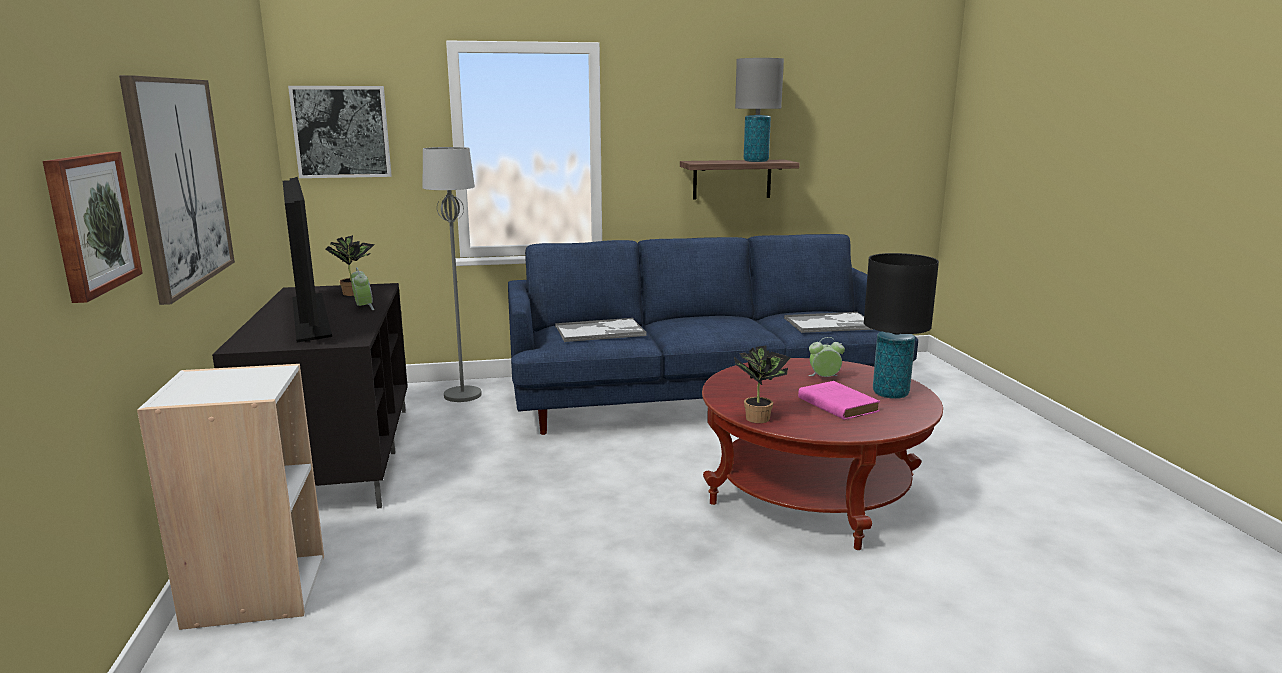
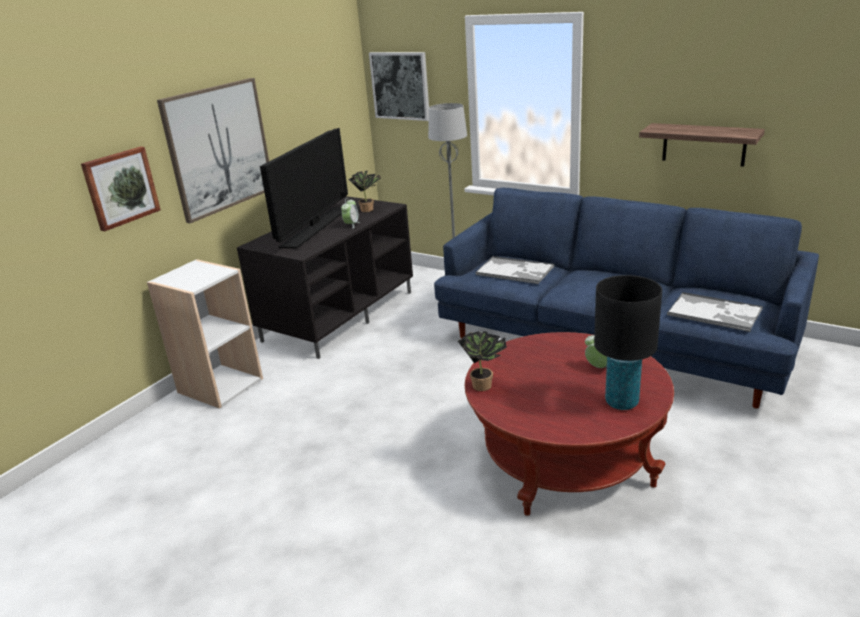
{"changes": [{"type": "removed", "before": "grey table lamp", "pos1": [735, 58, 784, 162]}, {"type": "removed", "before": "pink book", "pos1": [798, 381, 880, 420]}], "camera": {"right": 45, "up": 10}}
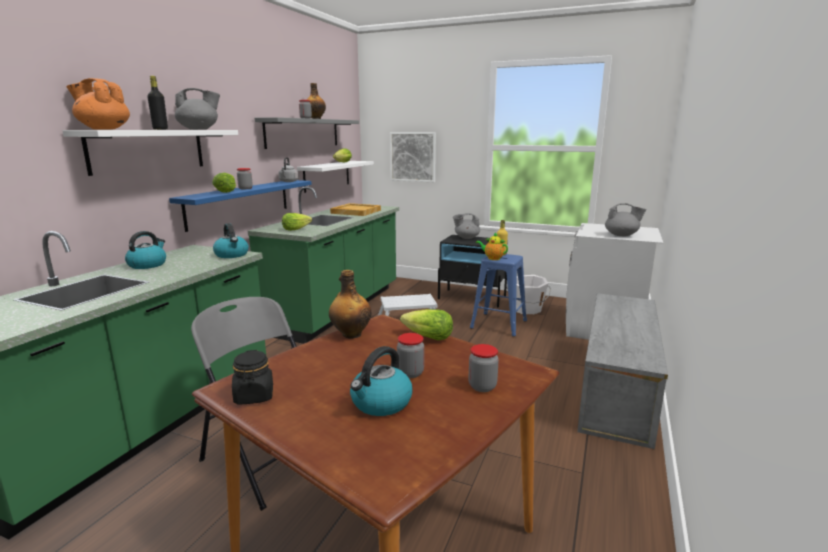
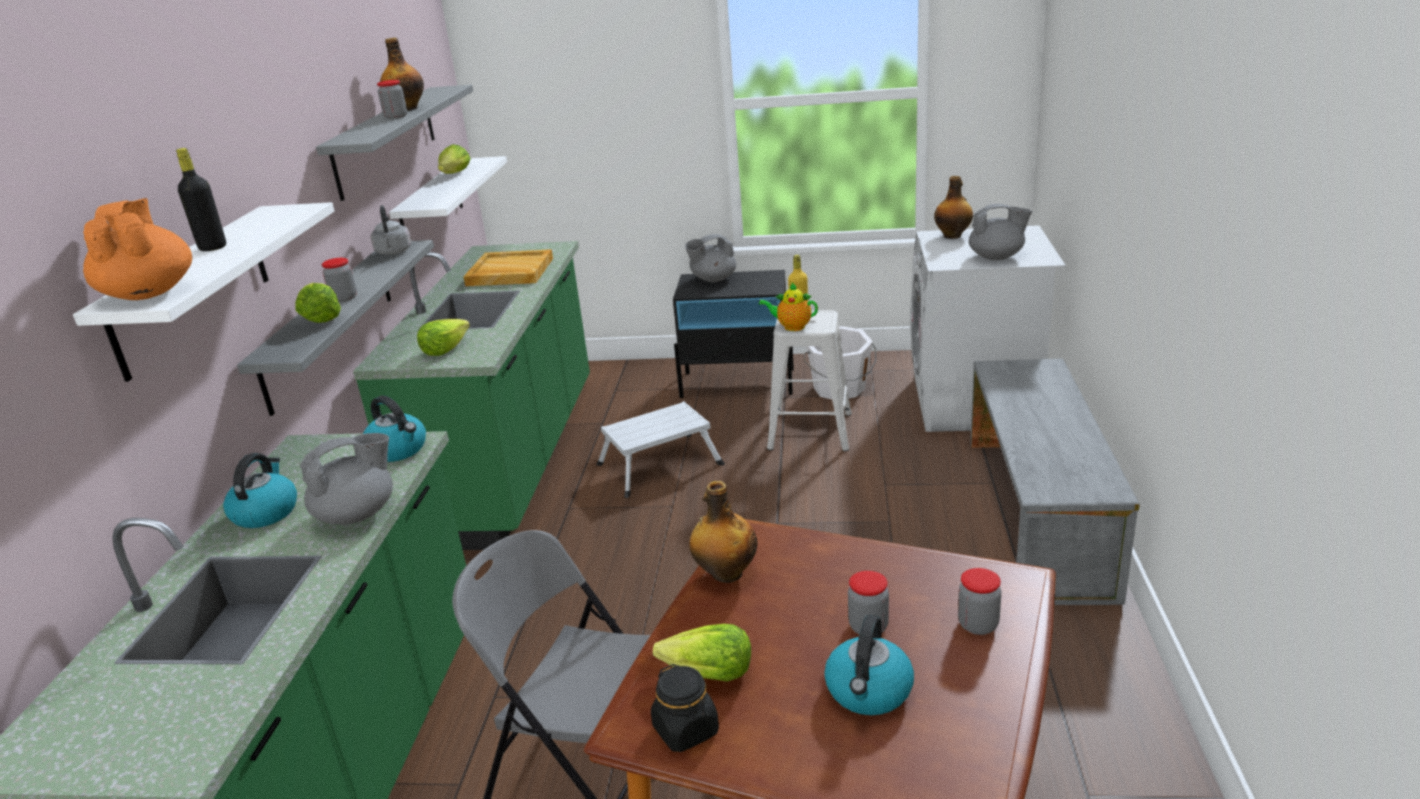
{"changes": [{"type": "turned", "before": "orange teapot", "pos1": [66, 78, 130, 130], "pos2": [83, 198, 192, 300], "turn": 75}, {"type": "moved", "before": "grey teapot", "pos1": [175, 88, 220, 130], "pos2": [300, 433, 393, 525]}, {"type": "removed", "before": "picture", "pos1": [390, 132, 436, 182]}, {"type": "recoloured", "before": "blue shelf", "after": "grey shelf", "pos1": [169, 180, 312, 232], "pos2": [237, 240, 434, 416]}, {"type": "recoloured", "before": "blue stool", "after": "white stool", "pos1": [470, 254, 527, 337], "pos2": [767, 310, 852, 451]}, {"type": "moved", "before": "lettuce", "pos1": [400, 309, 453, 340], "pos2": [653, 624, 751, 682]}, {"type": "added", "after": "bottle", "pos2": [934, 176, 973, 239]}], "camera": {"right": -15, "up": 10}}
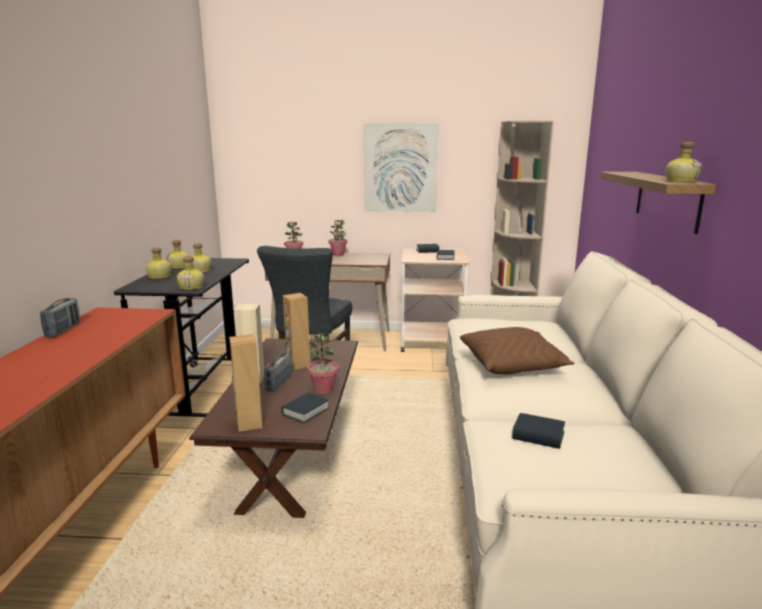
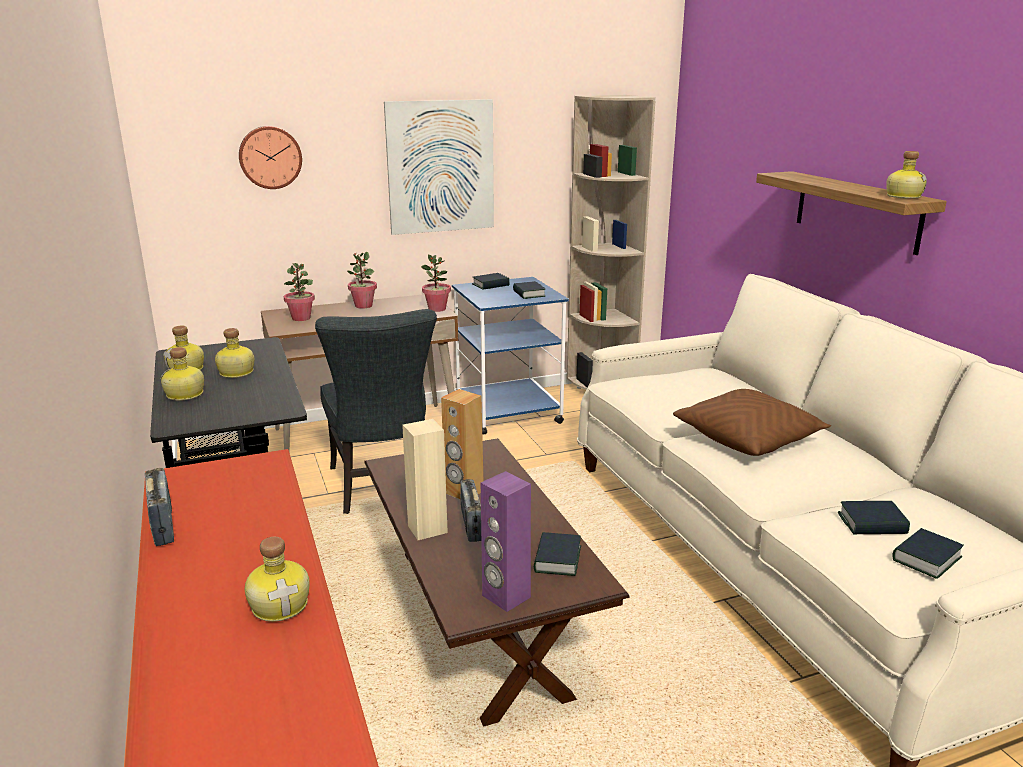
{"changes": [{"type": "recoloured", "before": "beige cart", "after": "blue cart", "pos1": [401, 249, 469, 352], "pos2": [452, 277, 569, 435]}, {"type": "moved", "before": "bottle", "pos1": [177, 256, 204, 290], "pos2": [245, 537, 310, 622]}, {"type": "moved", "before": "potted plant", "pos1": [308, 331, 339, 394], "pos2": [421, 255, 451, 312]}, {"type": "recoloured", "before": "brown speaker", "after": "purple speaker", "pos1": [229, 334, 262, 432], "pos2": [481, 471, 531, 612]}, {"type": "added", "after": "wall clock", "pos2": [239, 126, 302, 189]}, {"type": "added", "after": "book", "pos2": [892, 528, 964, 579]}], "camera": {"right": -25, "up": 5}}
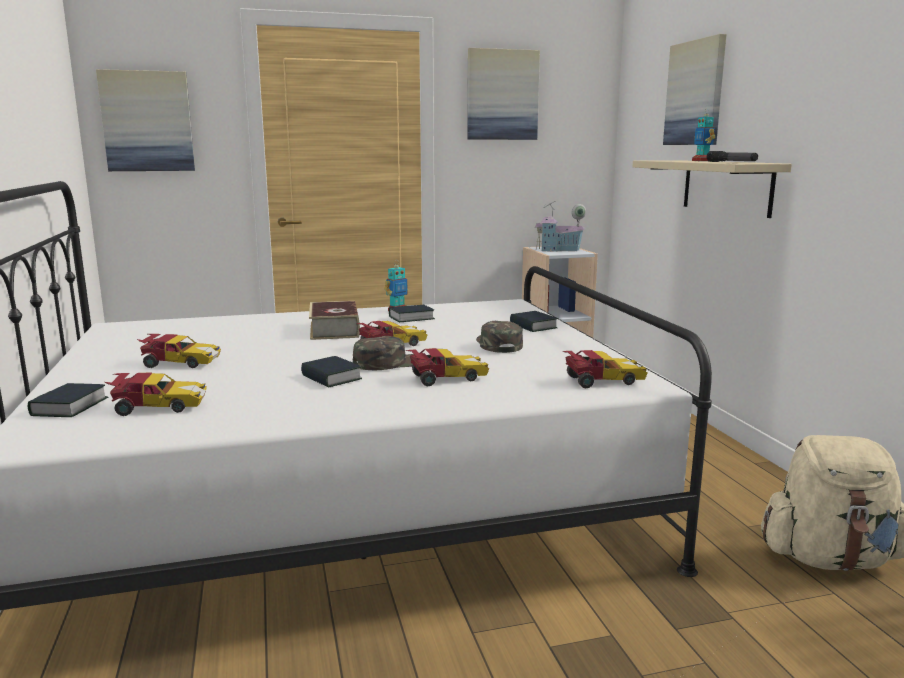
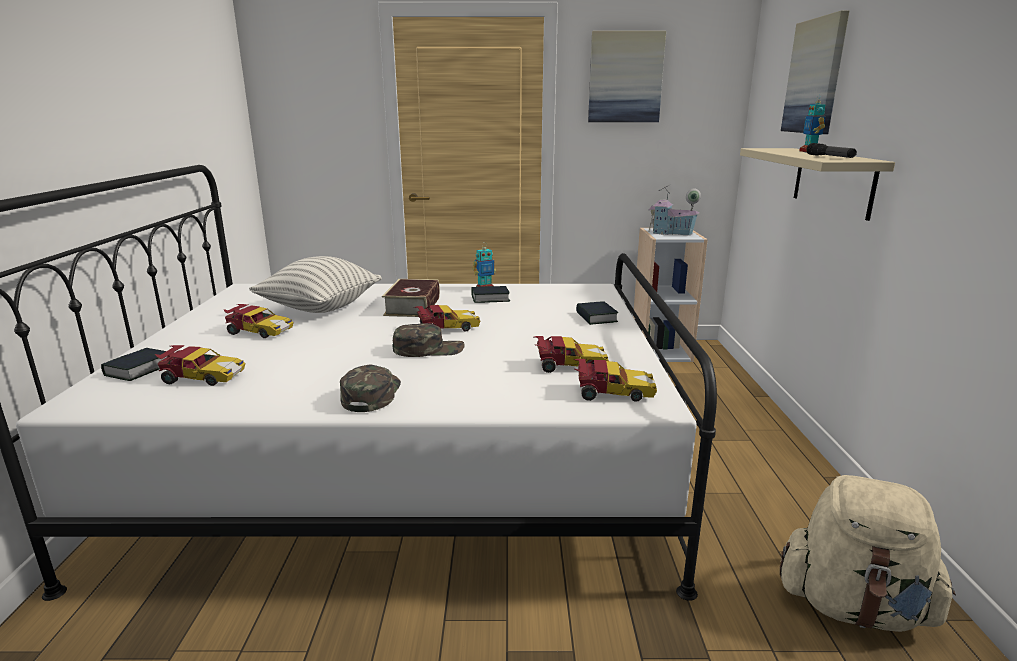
{"changes": [{"type": "removed", "before": "picture", "pos1": [96, 69, 195, 171]}, {"type": "moved", "before": "green cap", "pos1": [476, 321, 523, 353], "pos2": [340, 365, 401, 412]}, {"type": "moved", "before": "toy car", "pos1": [406, 348, 489, 386], "pos2": [534, 336, 609, 373]}, {"type": "removed", "before": "book", "pos1": [301, 356, 362, 388]}, {"type": "added", "after": "pillow", "pos2": [249, 256, 382, 313]}], "camera": {"right": 15, "up": 5}}
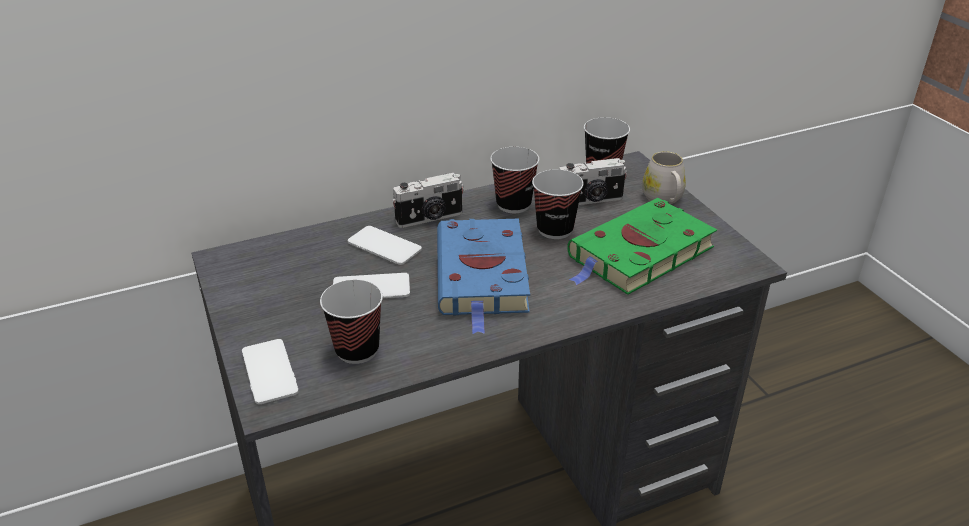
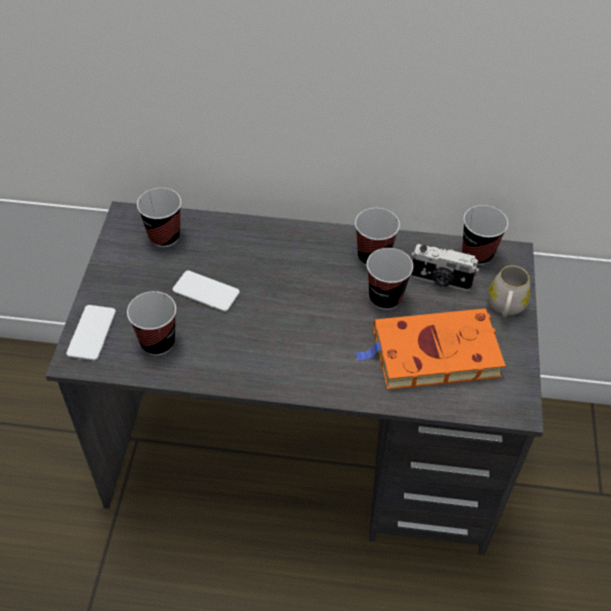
{"changes": [{"type": "removed", "before": "photo camera", "pos1": [392, 173, 464, 228]}, {"type": "recoloured", "before": "green book", "after": "orange book", "pos1": [567, 198, 717, 295], "pos2": [355, 308, 506, 390]}, {"type": "removed", "before": "blue book", "pos1": [437, 219, 530, 334]}, {"type": "removed", "before": "phone", "pos1": [348, 226, 422, 265]}, {"type": "added", "after": "cup", "pos2": [137, 188, 181, 247]}], "camera": {"right": 30, "up": 15}}
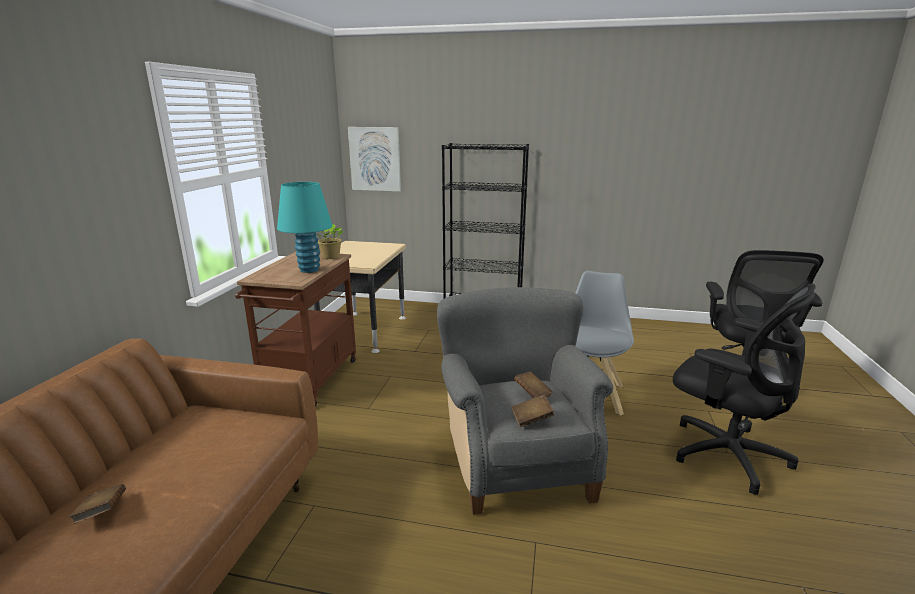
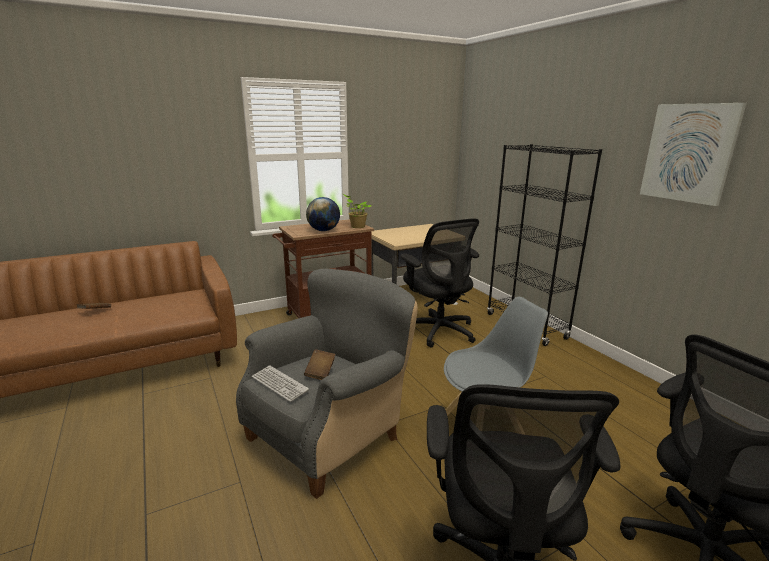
{"changes": [{"type": "moved", "before": "picture", "pos1": [348, 127, 401, 191], "pos2": [640, 103, 747, 206]}, {"type": "replaced", "before": "turquoise table lamp", "after": "globe", "pos1": [277, 182, 332, 273], "pos2": [306, 197, 340, 231]}, {"type": "replaced", "before": "brown book", "after": "keyboard", "pos1": [511, 395, 554, 427], "pos2": [252, 365, 309, 402]}, {"type": "added", "after": "black office chair", "pos2": [400, 218, 479, 348]}], "camera": {"right": 50, "up": 0}}
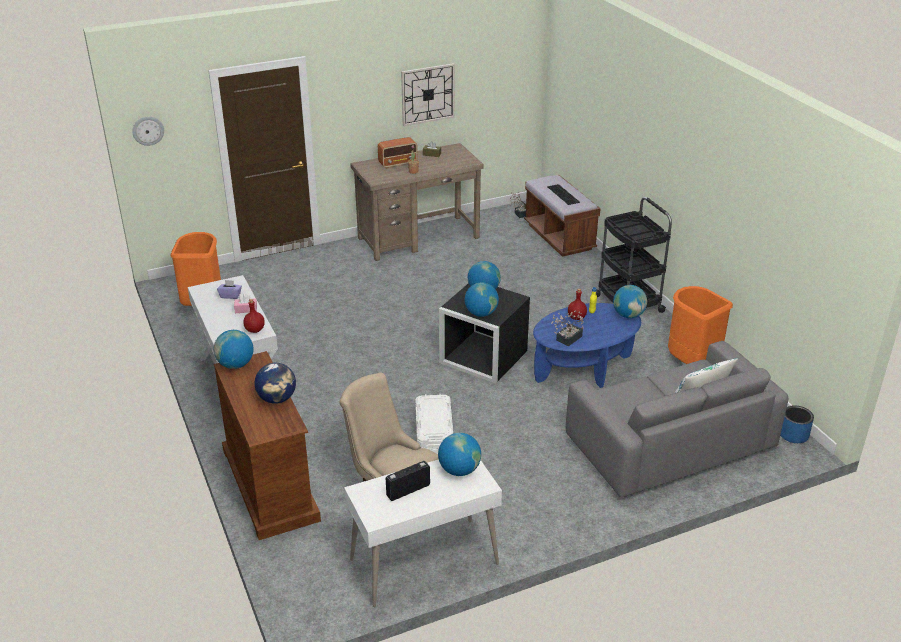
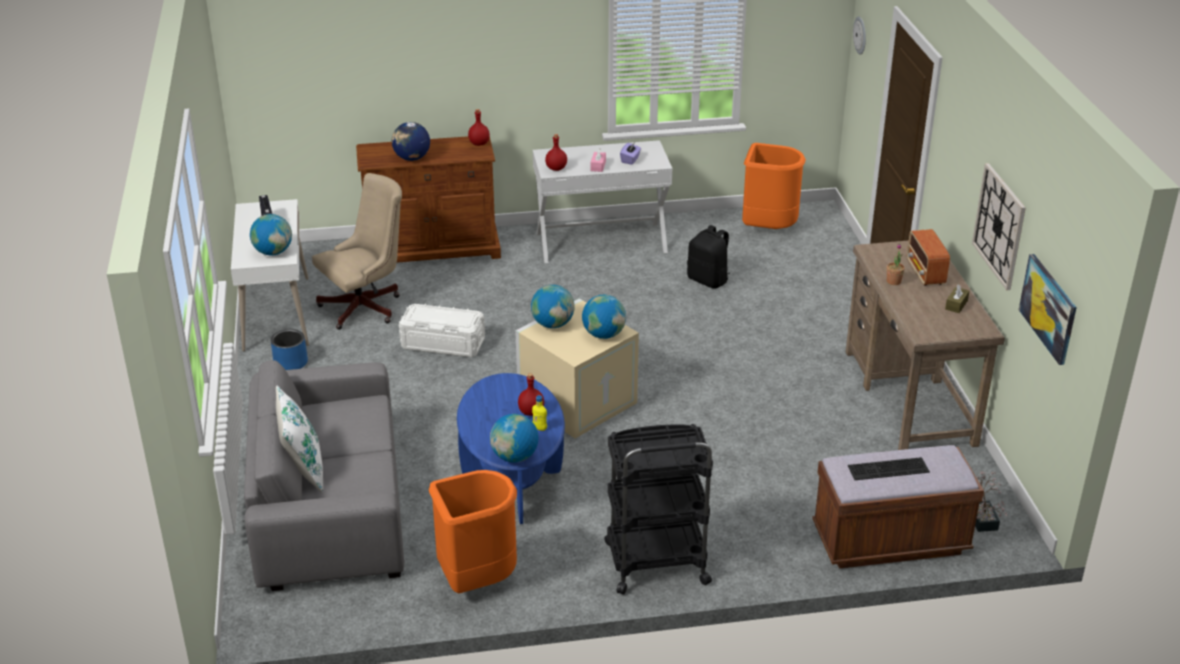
{"changes": [{"type": "recoloured", "before": "black storage box", "after": "beige storage box", "pos1": [439, 283, 530, 384], "pos2": [515, 298, 639, 438]}, {"type": "removed", "before": "potted plant", "pos1": [551, 310, 584, 346]}, {"type": "replaced", "before": "globe", "after": "red bottle", "pos1": [214, 330, 254, 369], "pos2": [468, 109, 490, 146]}, {"type": "moved", "before": "blue planter", "pos1": [780, 405, 814, 443], "pos2": [271, 329, 308, 370]}, {"type": "added", "after": "black backpack", "pos2": [687, 225, 730, 289]}, {"type": "added", "after": "picture", "pos2": [1019, 254, 1077, 365]}], "camera": {"right": 105, "up": 0}}
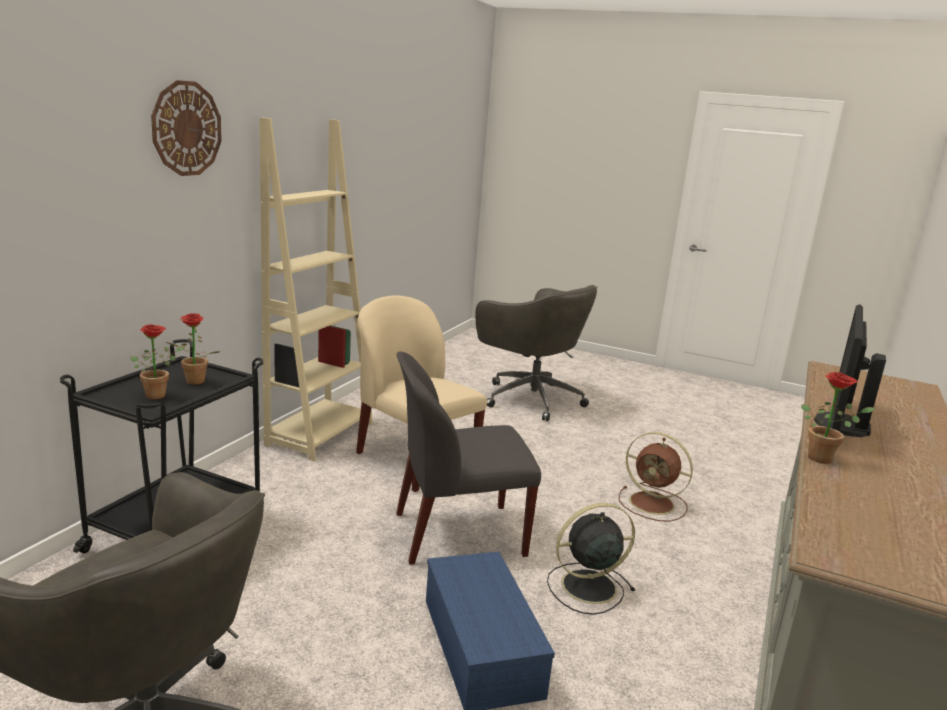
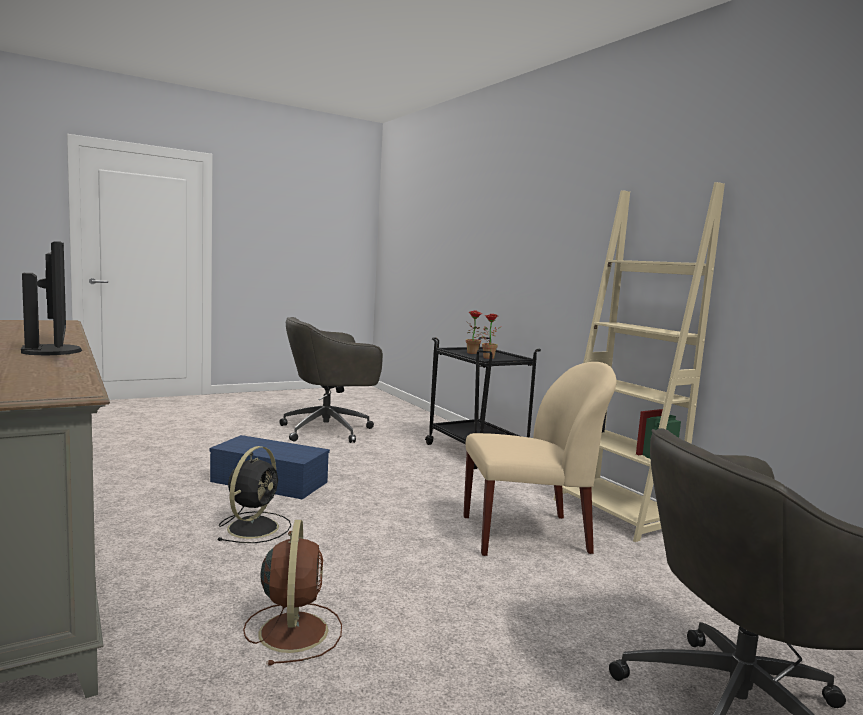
{"changes": [{"type": "removed", "before": "wall clock", "pos1": [151, 80, 222, 176]}, {"type": "removed", "before": "grey chair", "pos1": [396, 352, 541, 565]}, {"type": "removed", "before": "potted plant", "pos1": [801, 372, 875, 464]}, {"type": "turned", "before": "brown fan", "pos1": [619, 432, 693, 522], "pos2": [243, 520, 342, 666], "turn": 105}], "camera": {"right": 125, "up": -10}}
